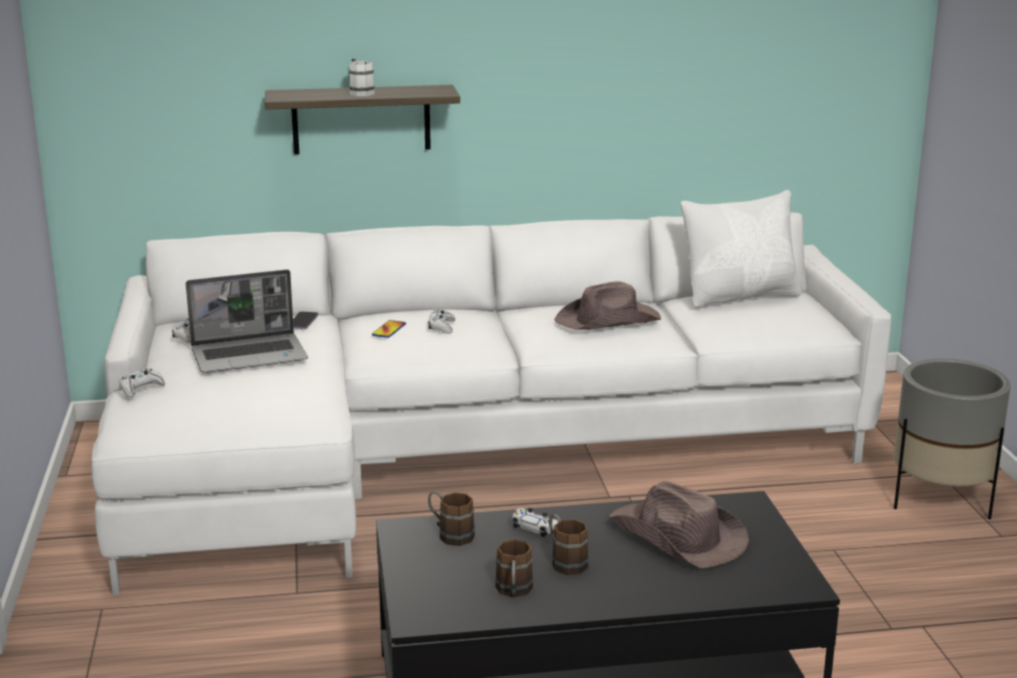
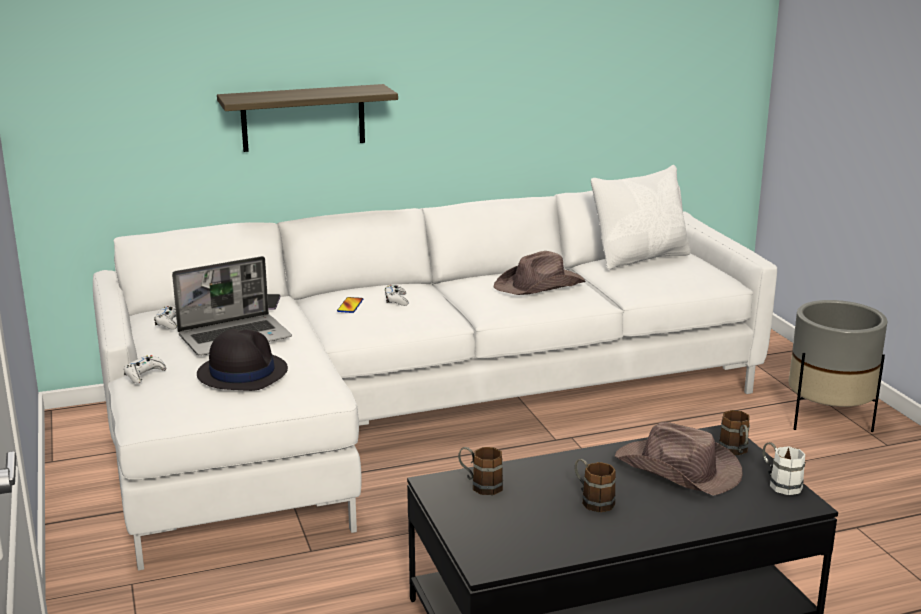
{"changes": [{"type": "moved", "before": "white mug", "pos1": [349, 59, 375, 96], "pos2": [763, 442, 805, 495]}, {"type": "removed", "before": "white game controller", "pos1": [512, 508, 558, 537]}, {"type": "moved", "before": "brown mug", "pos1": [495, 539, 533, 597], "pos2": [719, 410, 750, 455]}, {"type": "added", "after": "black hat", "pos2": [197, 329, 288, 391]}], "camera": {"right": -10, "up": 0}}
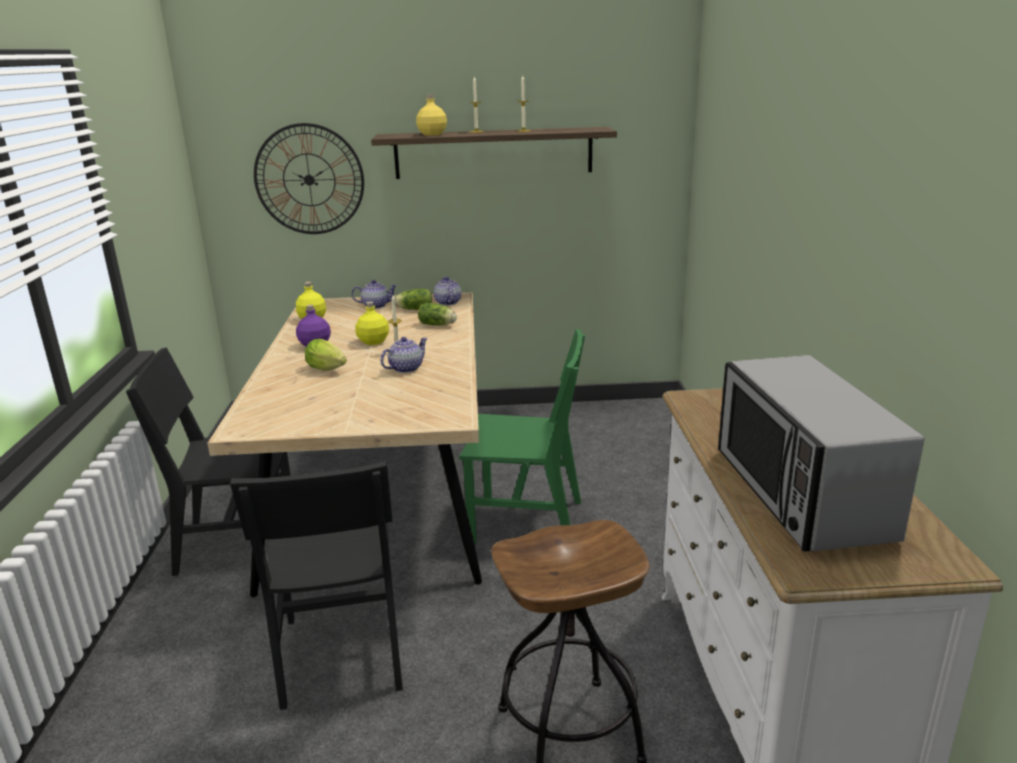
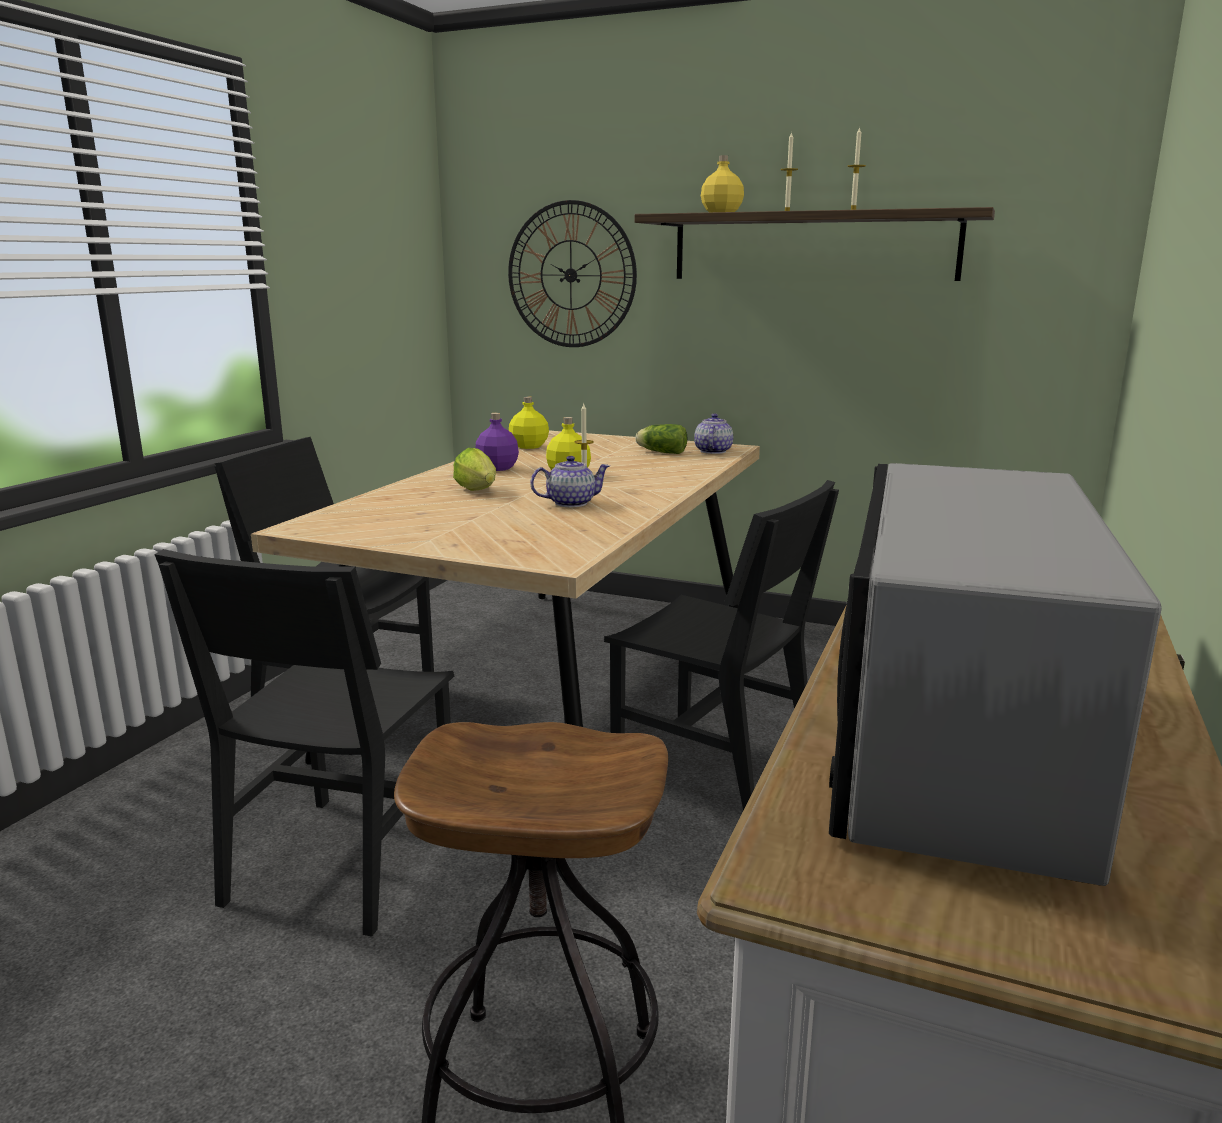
{"changes": [{"type": "removed", "before": "teapot", "pos1": [352, 280, 397, 309]}, {"type": "removed", "before": "lettuce", "pos1": [418, 302, 457, 326]}, {"type": "recoloured", "before": "green chair", "after": "black chair", "pos1": [459, 329, 585, 544], "pos2": [604, 480, 839, 811]}], "camera": {"right": 25, "up": -5}}
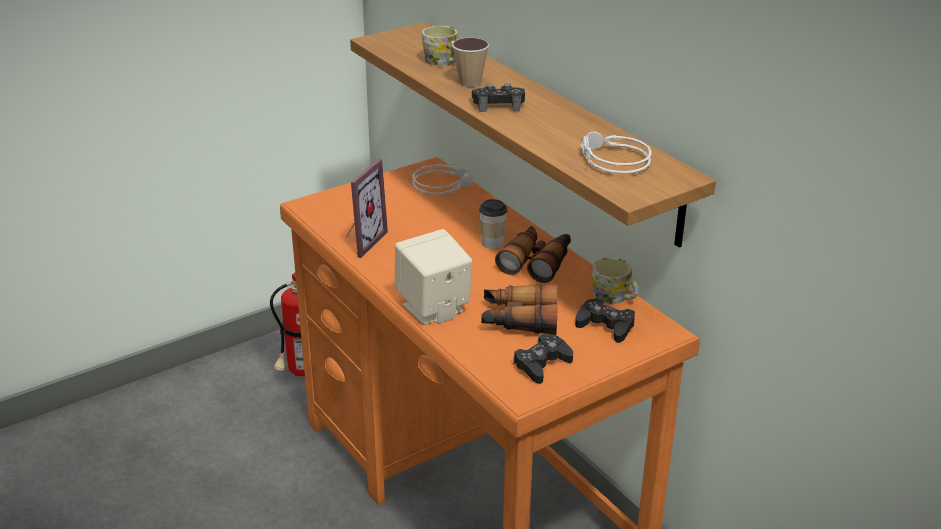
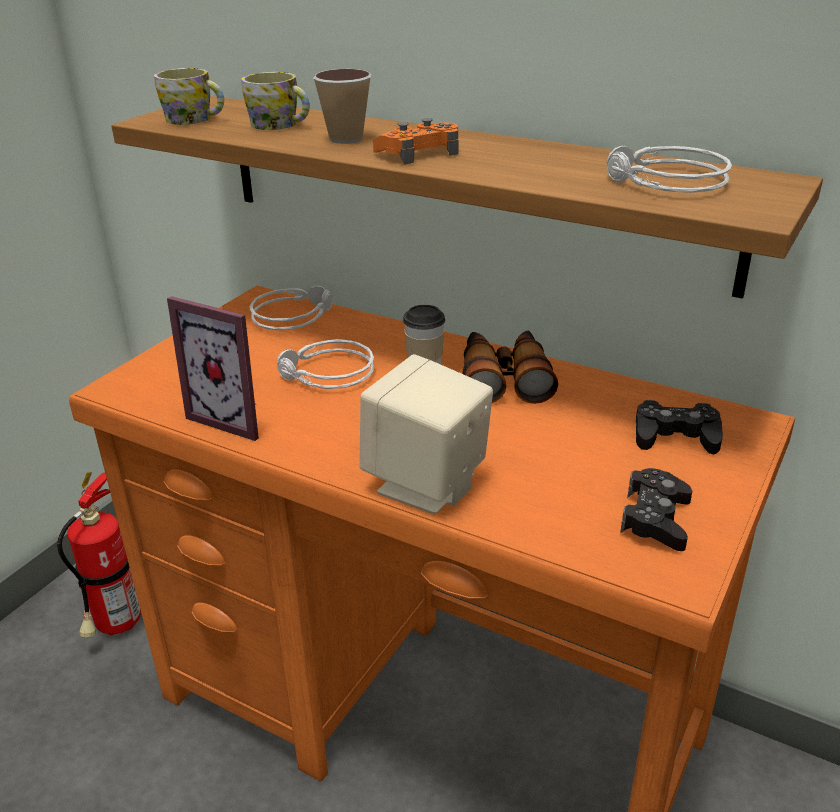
{"changes": [{"type": "recoloured", "before": "black game controller", "after": "orange game controller", "pos1": [472, 83, 525, 112], "pos2": [373, 118, 458, 165]}, {"type": "turned", "before": "picture frame", "pos1": [346, 159, 388, 258], "pos2": [167, 296, 259, 441], "turn": 120}, {"type": "moved", "before": "mug", "pos1": [592, 258, 639, 304], "pos2": [154, 68, 224, 125]}, {"type": "removed", "before": "binoculars", "pos1": [481, 284, 557, 335]}, {"type": "added", "after": "grey headphones", "pos2": [277, 339, 374, 389]}], "camera": {"right": -25, "up": 0}}
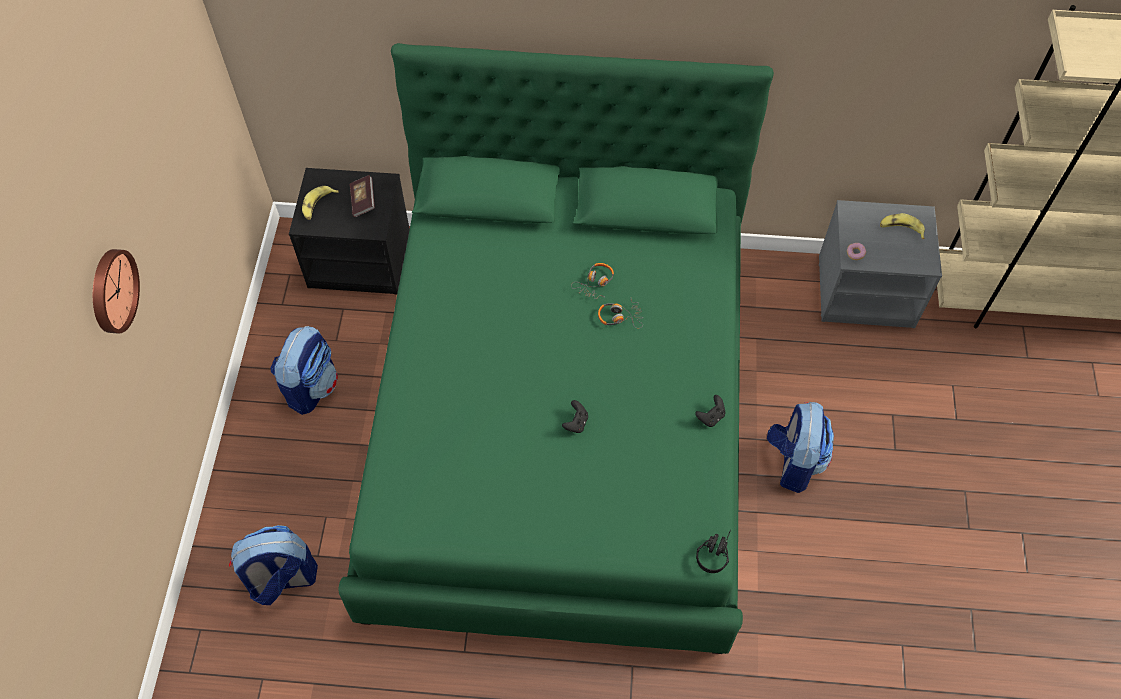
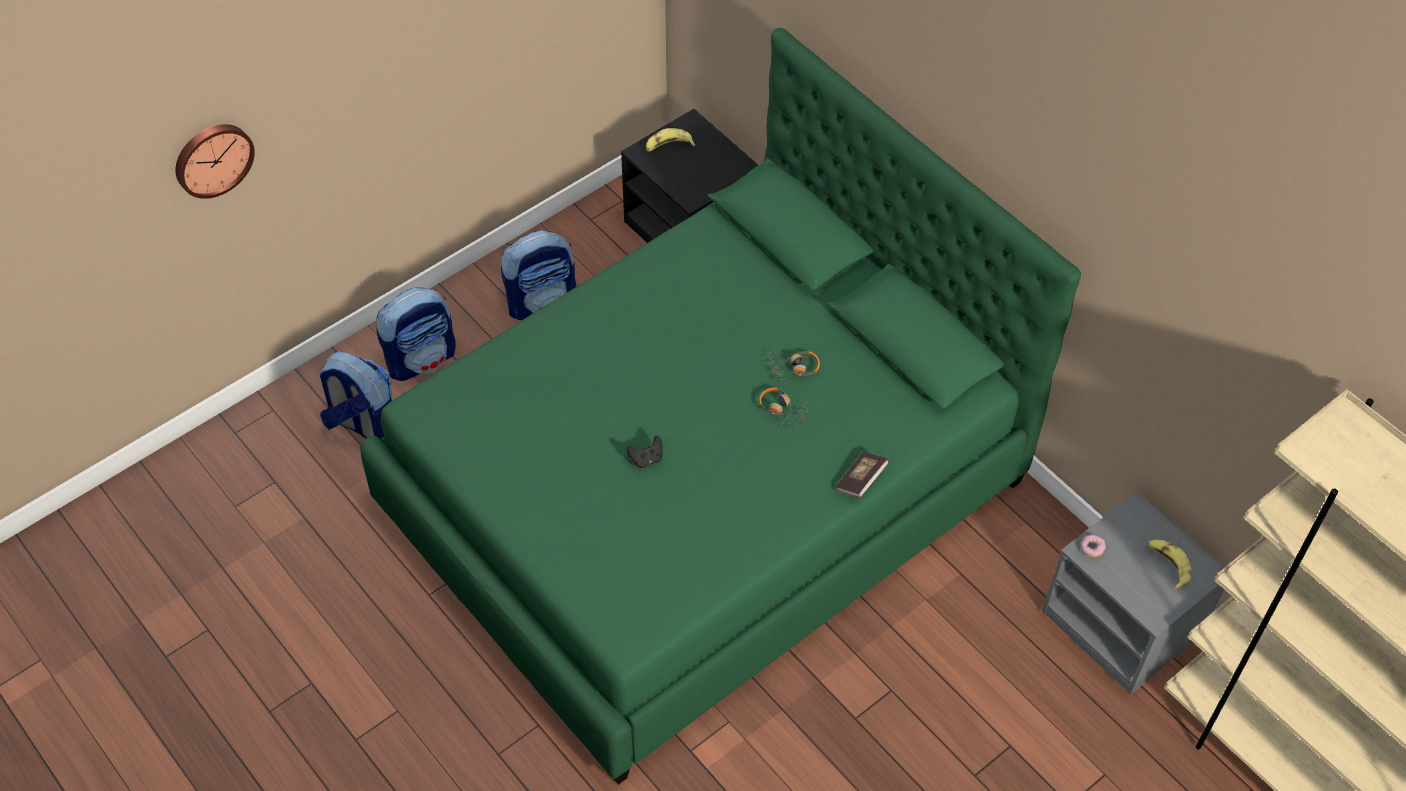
{"changes": [{"type": "moved", "before": "book", "pos1": [350, 175, 375, 217], "pos2": [835, 452, 889, 498]}, {"type": "moved", "before": "wall clock", "pos1": [93, 249, 140, 333], "pos2": [175, 124, 255, 199]}, {"type": "removed", "before": "black game controller", "pos1": [695, 395, 726, 427]}, {"type": "moved", "before": "backpack", "pos1": [767, 402, 834, 493], "pos2": [376, 287, 456, 381]}, {"type": "removed", "before": "black headphones", "pos1": [696, 530, 731, 573]}], "camera": {"right": 45, "up": -5}}
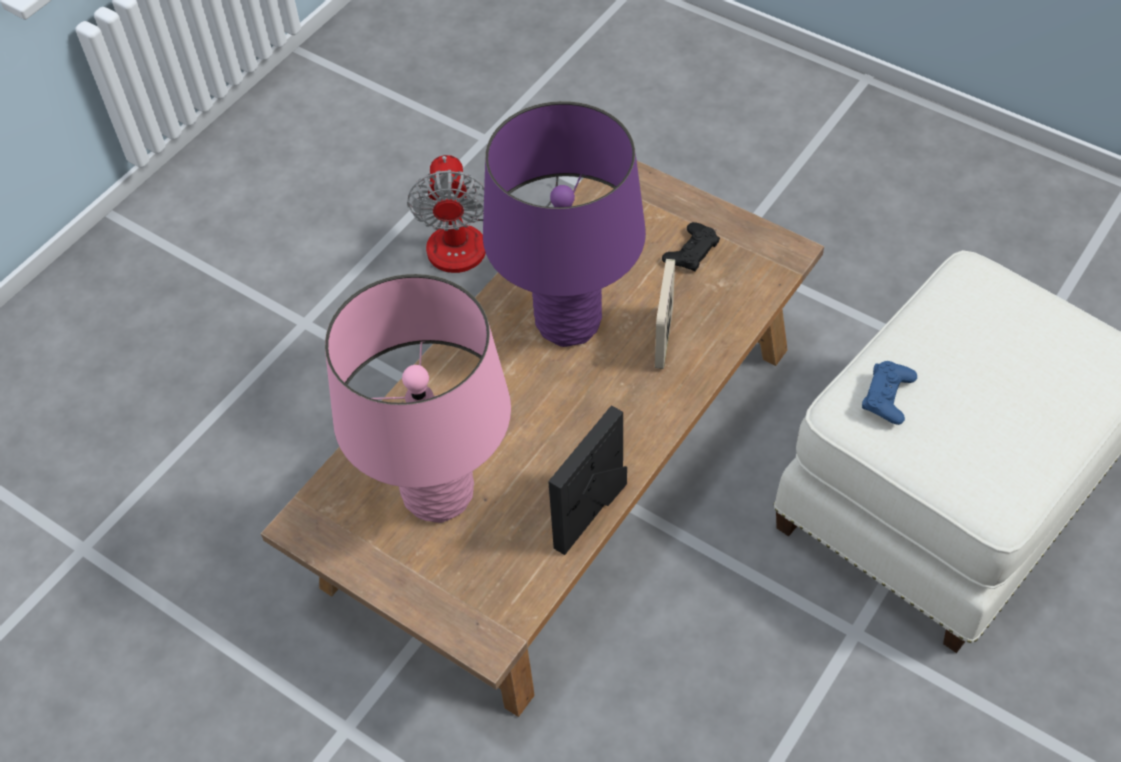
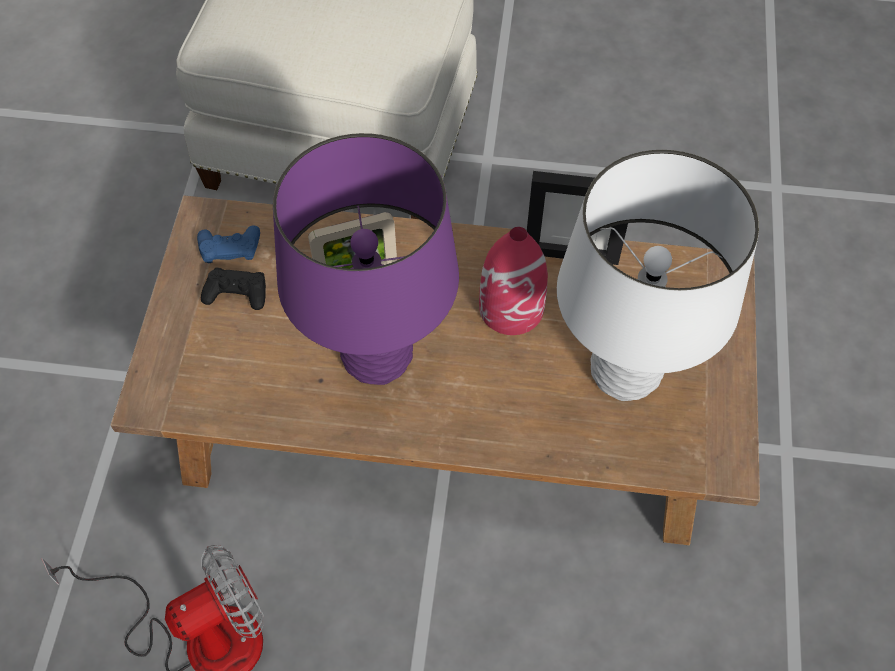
{"changes": [{"type": "recoloured", "before": "pink table lamp", "after": "white table lamp", "pos1": [325, 274, 511, 523], "pos2": [557, 150, 759, 401]}, {"type": "moved", "before": "blue game controller", "pos1": [862, 361, 917, 425], "pos2": [197, 226, 260, 263]}, {"type": "added", "after": "red vase", "pos2": [479, 227, 548, 335]}], "camera": {"right": -120, "up": 5}}
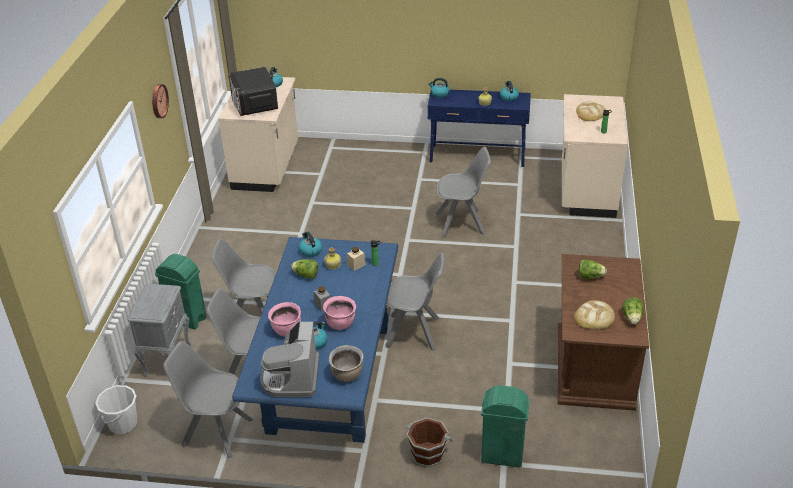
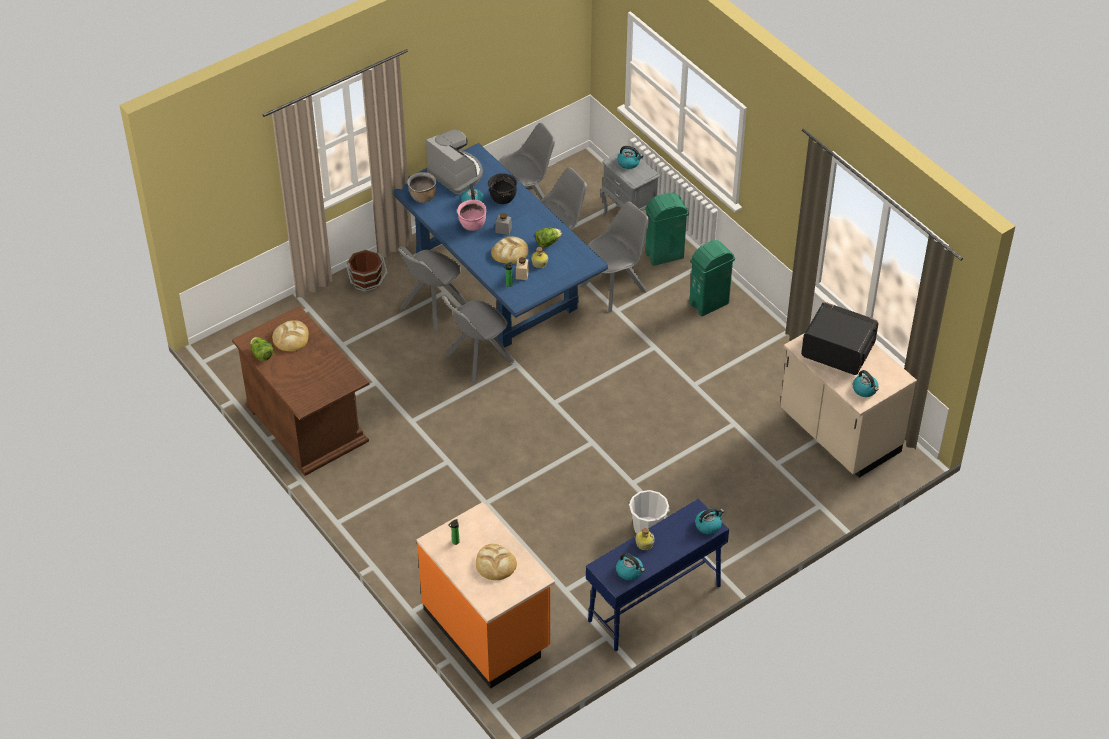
{"changes": [{"type": "removed", "before": "wall clock", "pos1": [152, 84, 169, 118]}, {"type": "recoloured", "before": "beige counter", "after": "orange counter", "pos1": [562, 94, 628, 218], "pos2": [417, 502, 555, 689]}, {"type": "moved", "before": "grey chair", "pos1": [436, 147, 491, 238], "pos2": [397, 248, 468, 331]}, {"type": "moved", "before": "kettle", "pos1": [299, 232, 322, 257], "pos2": [617, 146, 643, 169]}, {"type": "removed", "before": "lettuce", "pos1": [579, 260, 607, 279]}, {"type": "recoloured", "before": "pink cooking pot", "after": "black cooking pot", "pos1": [268, 302, 301, 336], "pos2": [488, 173, 517, 204]}, {"type": "moved", "before": "white bucket", "pos1": [95, 385, 137, 434], "pos2": [629, 490, 670, 534]}, {"type": "moved", "before": "green trash can", "pos1": [481, 385, 530, 468], "pos2": [689, 240, 735, 317]}, {"type": "added", "after": "bread", "pos2": [491, 236, 529, 264]}], "camera": {"right": 135, "up": 10}}
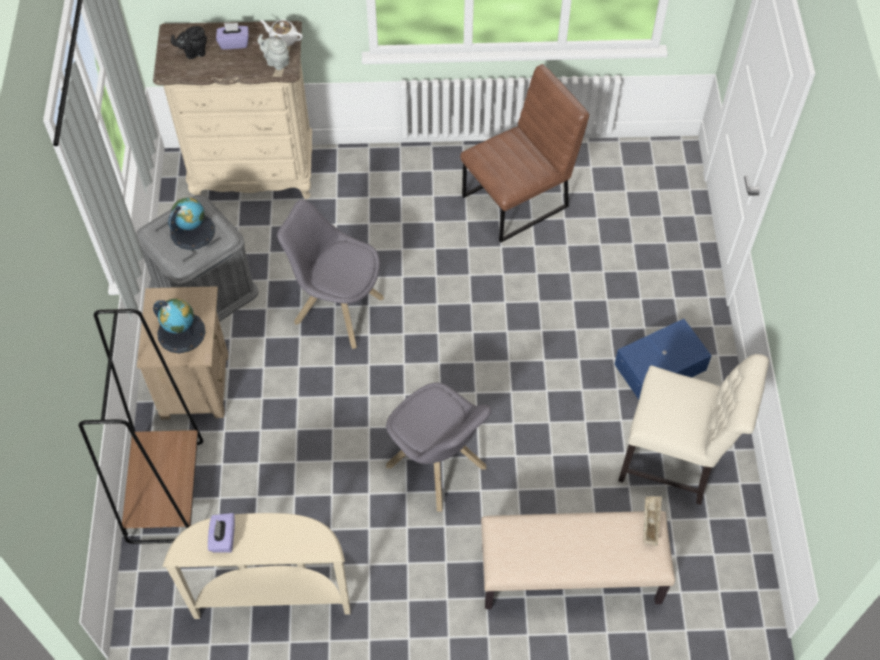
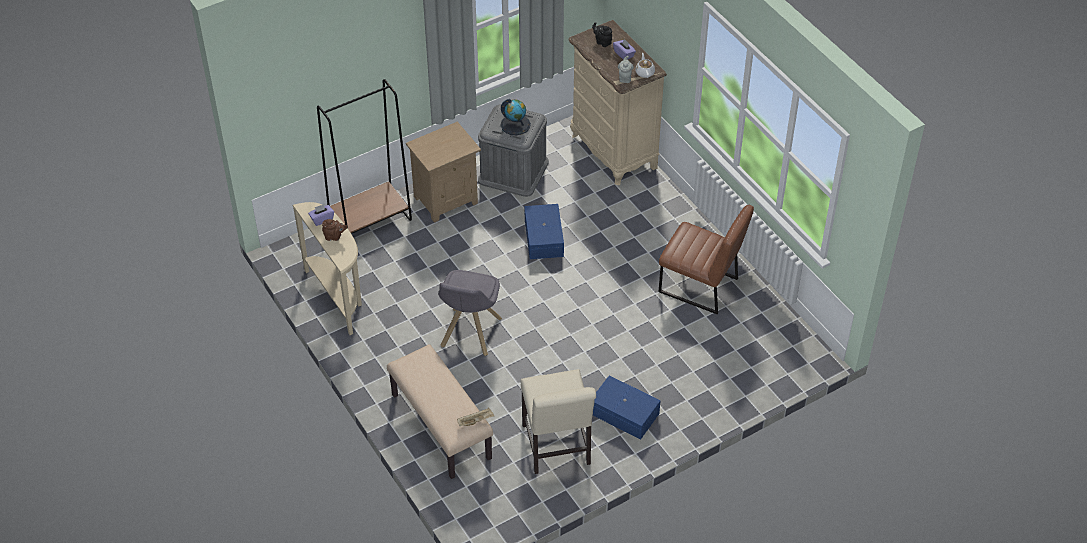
{"changes": [{"type": "replaced", "before": "grey chair", "after": "blue storage box", "pos1": [277, 199, 384, 349], "pos2": [525, 204, 564, 259]}, {"type": "removed", "before": "globe", "pos1": [153, 298, 206, 353]}, {"type": "added", "after": "brown teapot", "pos2": [322, 219, 348, 241]}], "camera": {"right": 60, "up": -10}}
